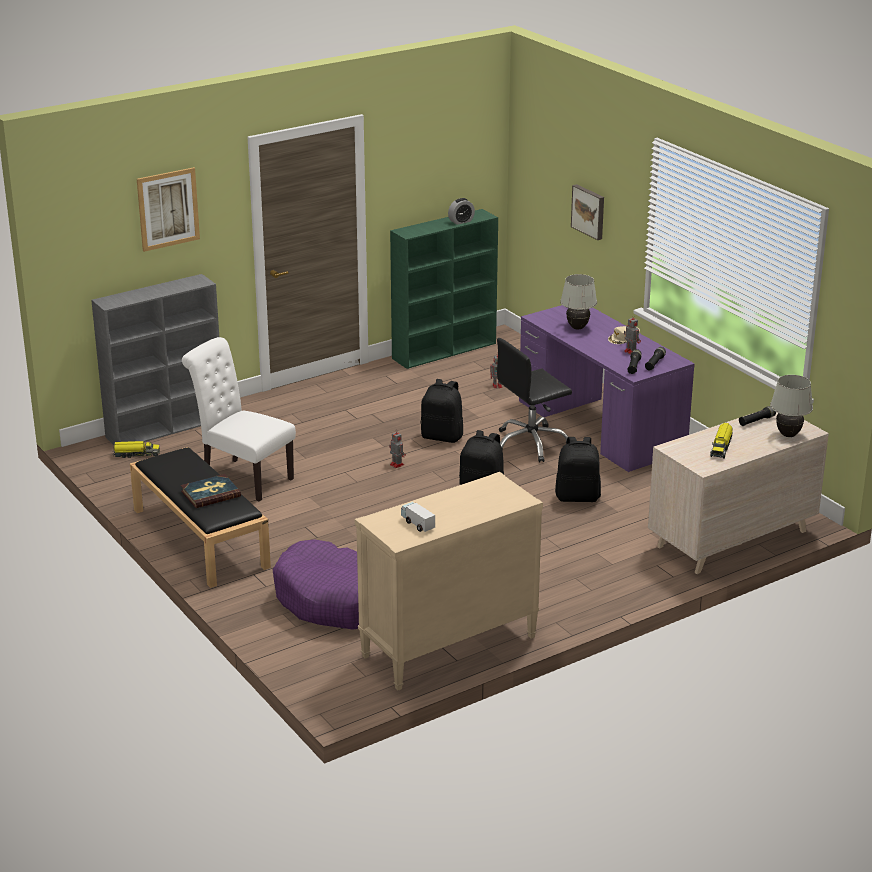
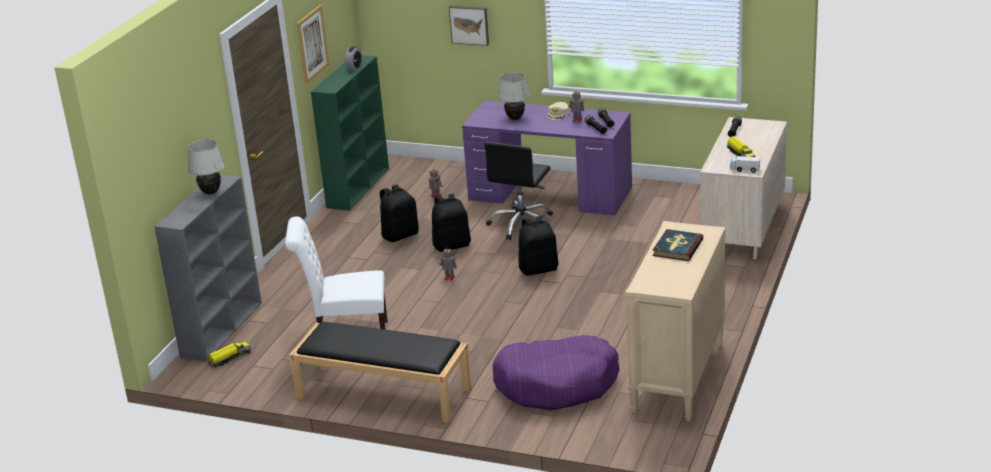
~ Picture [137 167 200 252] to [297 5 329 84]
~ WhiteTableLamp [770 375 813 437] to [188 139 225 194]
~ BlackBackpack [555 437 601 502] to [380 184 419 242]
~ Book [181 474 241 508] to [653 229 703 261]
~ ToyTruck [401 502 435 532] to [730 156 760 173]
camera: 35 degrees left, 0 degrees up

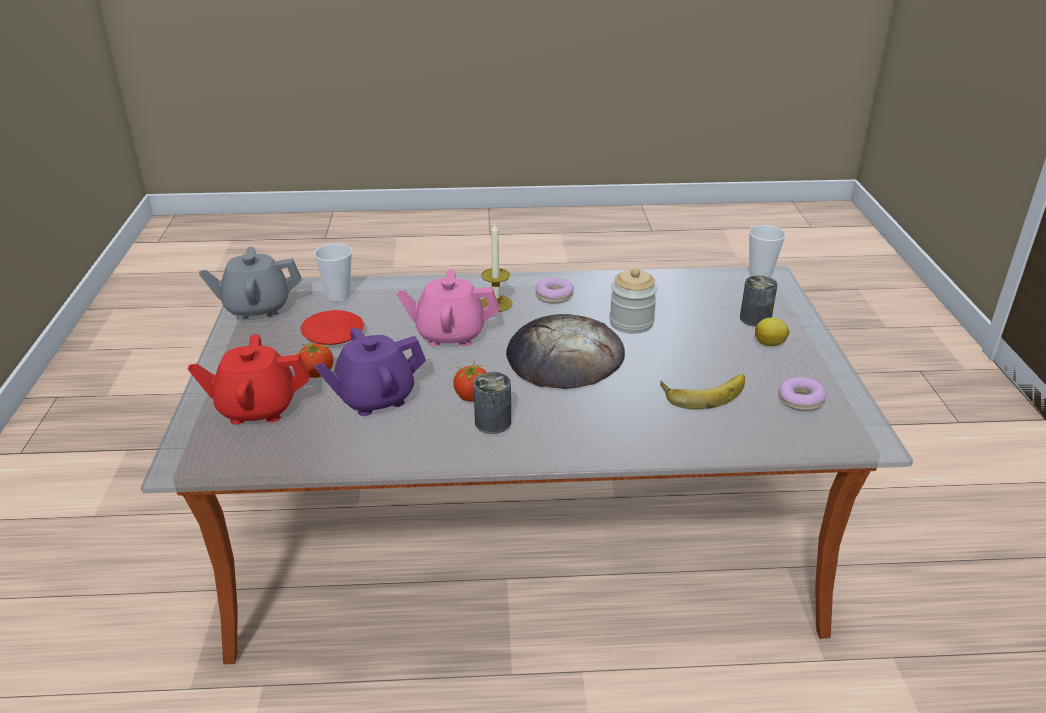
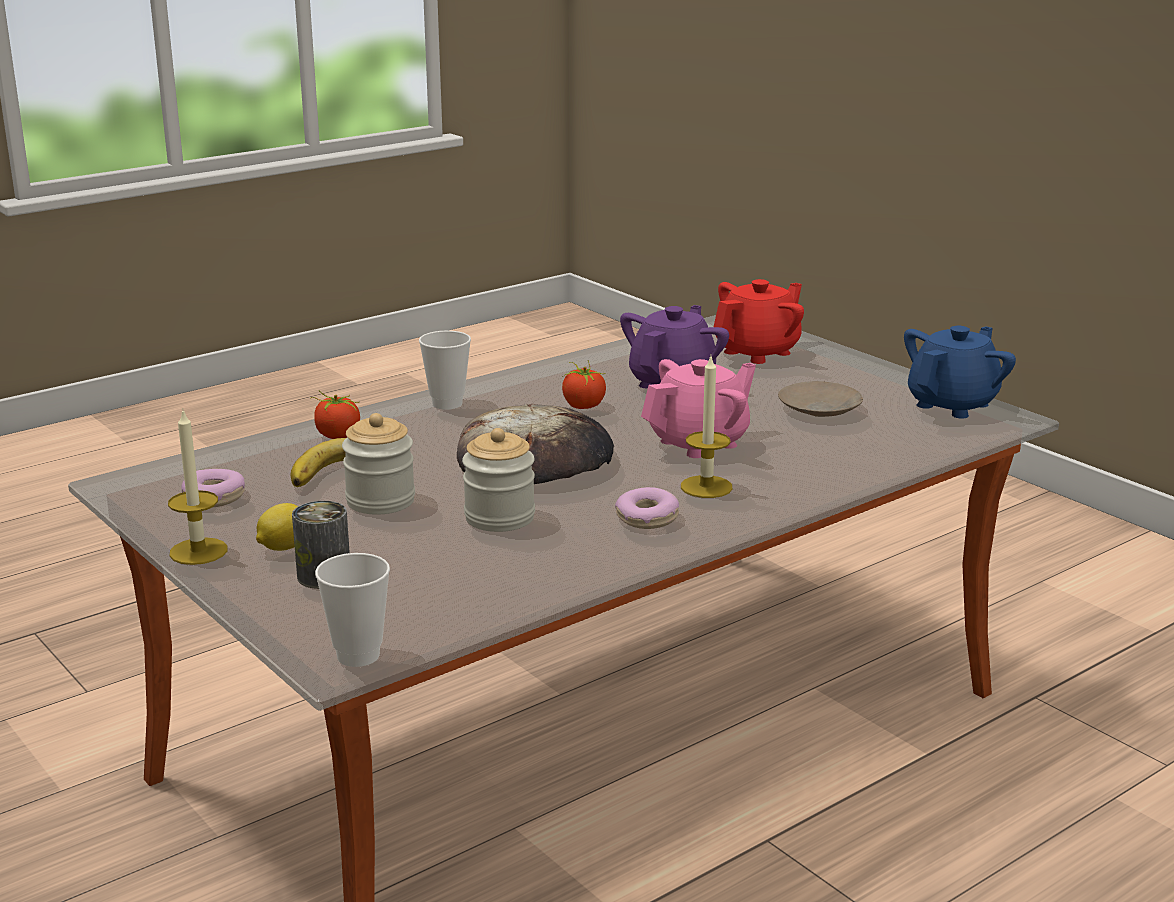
~ Cup [314 244 352 301] to [419 330 471 410]
~ GreyTeapot [199 247 301 321] to BlueTeapot [904 326 1016 419]
~ RedPlate [301 310 364 345] to BeigePlate [778 381 863 417]
~ Tomato [296 342 333 378] to [310 391 360 439]
- Can [473 372 511 434]
+ Candle [168 411 227 565]
+ Jar [342 413 415 515]
camera: 145 degrees right, 10 degrees down

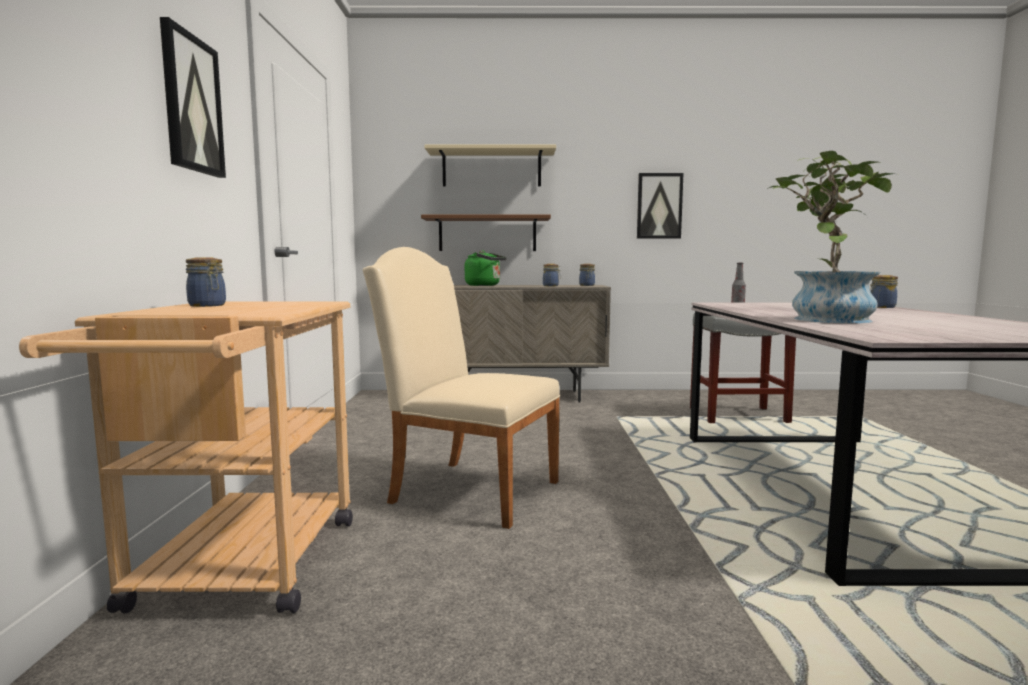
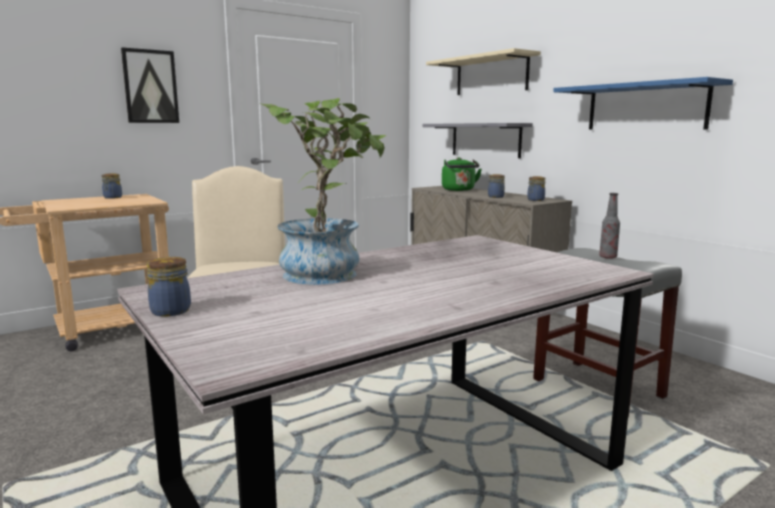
~ Picture [637 173 683 239] to BlueShelf [553 77 733 130]
~ BrownShelf [421 215 551 251] to GreyShelf [422 123 533 158]
~ Jar [870 275 898 308] to [147 257 191 317]
camera: 55 degrees right, 5 degrees up

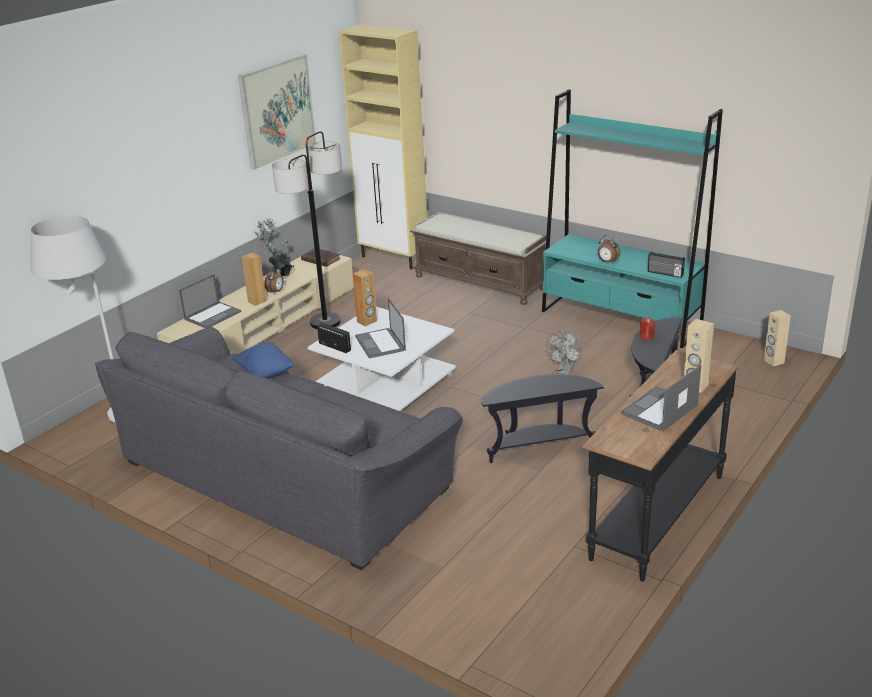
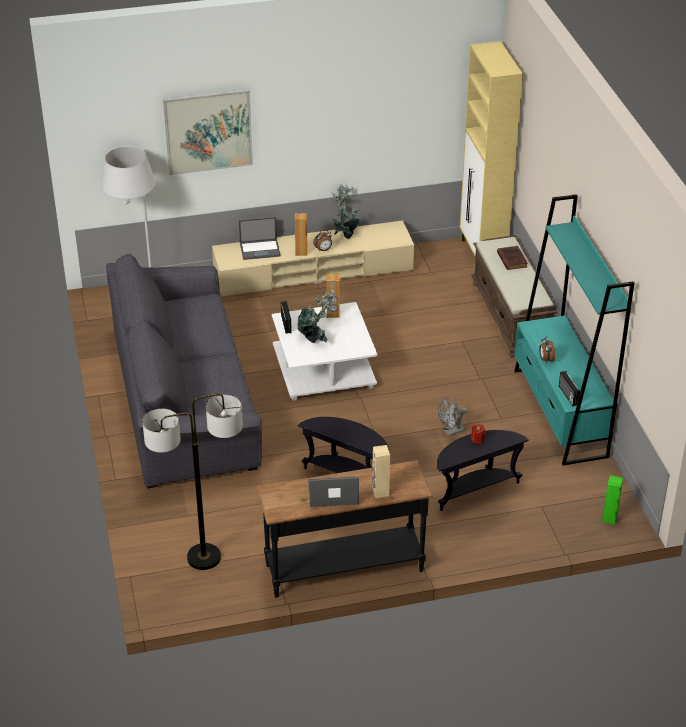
~ Picture [238 54 316 170] to [163 89 253 175]
~ FloorLamp [272 131 342 329] to [142 393 243 570]
~ BrownBook [301 248 340 267] to [497 246 528 270]
~ Laptop [355 298 406 358] to PottedPlant [297 292 336 343]
~ BeigeSpeaker [764 310 791 367] to GreenSpeaker [602 475 623 525]
- BluePillow [231 342 295 379]
camera: 40 degrees right, 10 degrees up

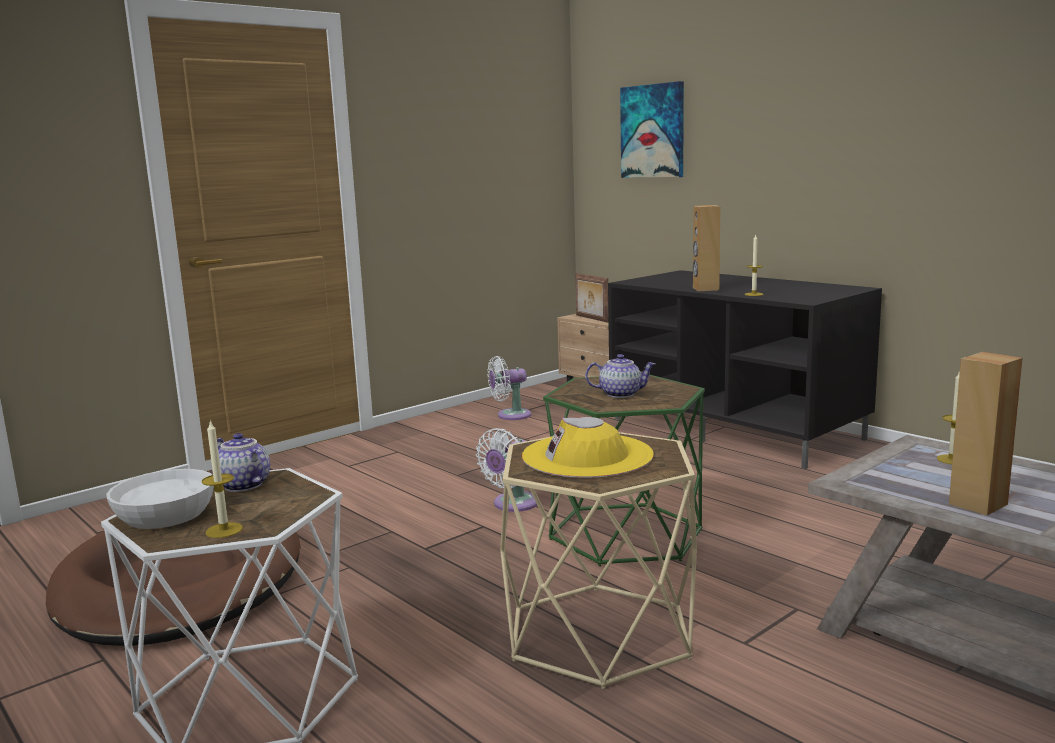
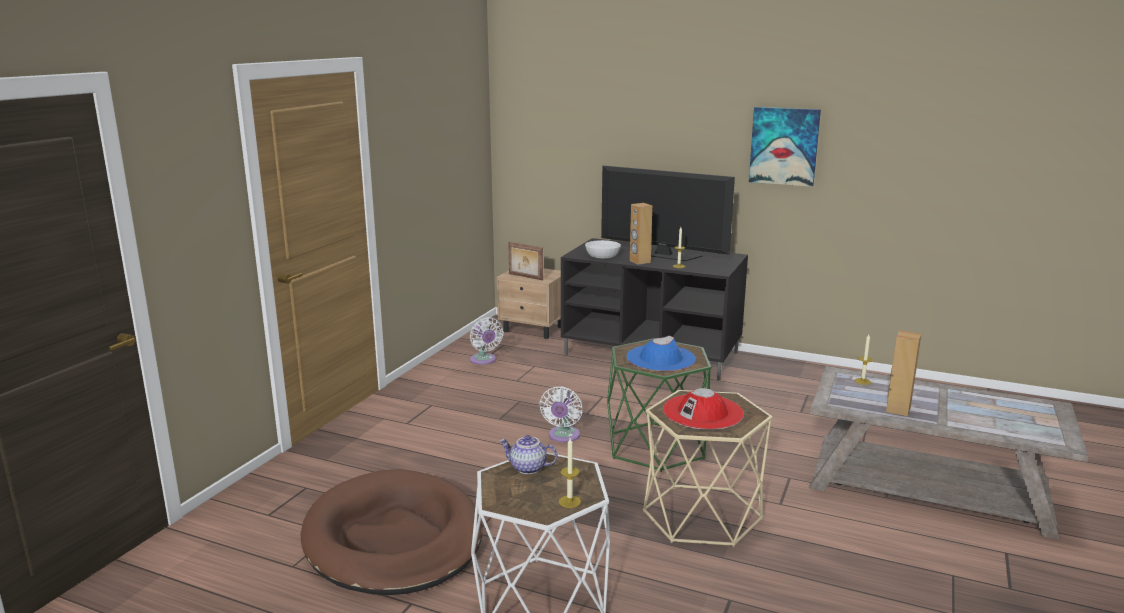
~ Picture [620 81 684 178] to [749 107 821 187]
~ Teapot [585 354 655 398] to BlueHat [626 336 696 371]
~ WhiteFan [487 356 531 420] = [470 317 504 365] 75 degrees counterclockwise
~ YellowHat [522 417 654 478] to RedHat [663 388 744 430]
~ WhiteBowl [106 469 214 529] to [585 240 621 258]
+ Television [601 166 735 261]
camera: 25 degrees left, 5 degrees up

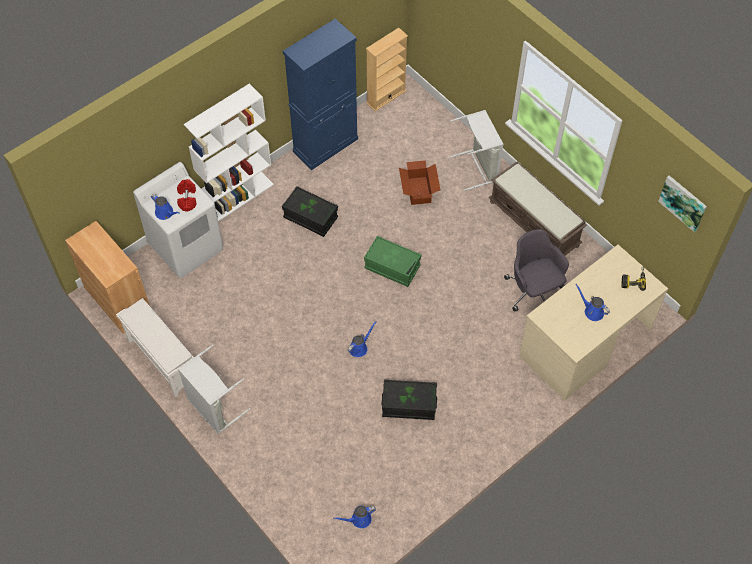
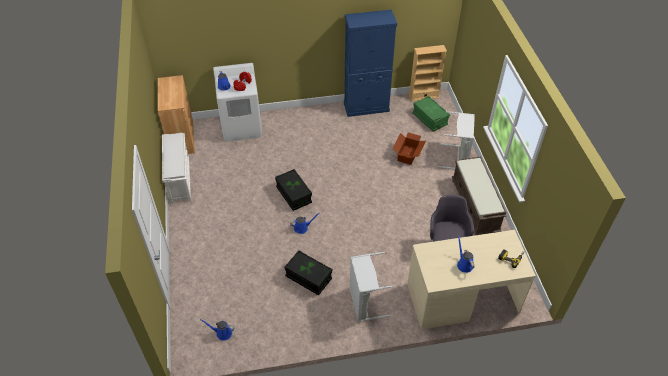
- WhiteBookcase [184 84 274 222]
- Picture [658 175 707 232]
~ BlackStorageBox [282 186 338 237] to [275 169 312 211]
~ GreenStorageBox [364 236 422 287] to [413 96 450 132]
~ GreyLaundryBasket [178 345 251 434] to [350 252 395 322]
camera: 30 degrees right, 10 degrees down

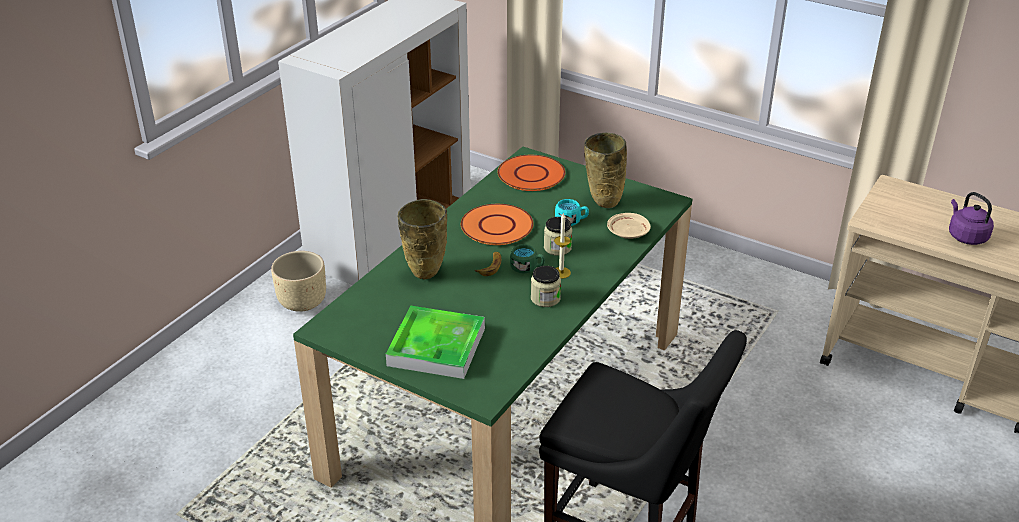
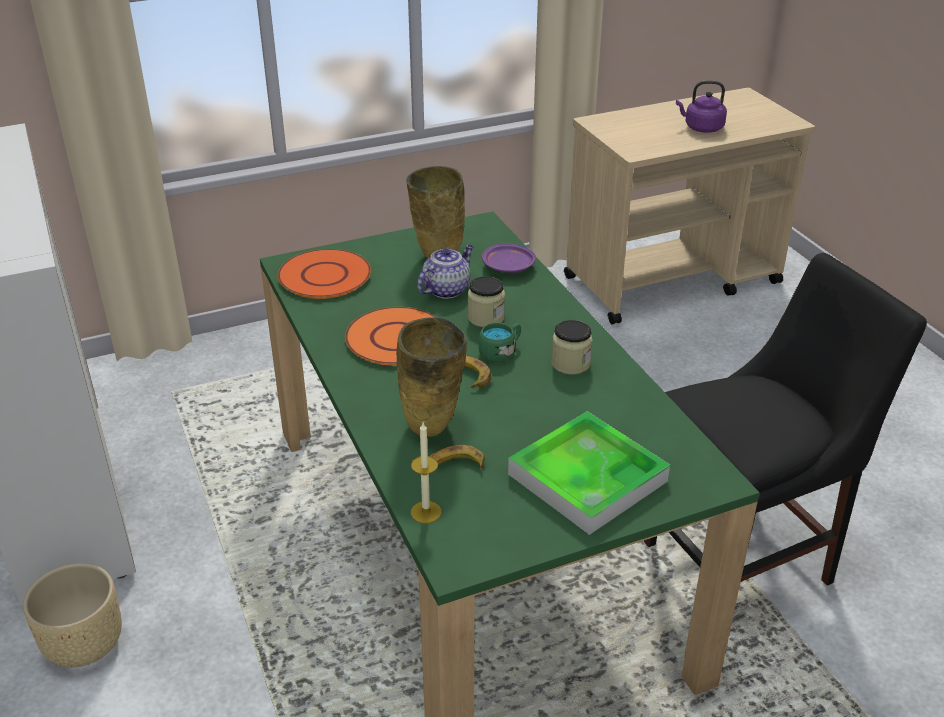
~ TurquoiseMug [555 199 589 226] to Teapot [417 245 474 299]
~ Candle [554 213 571 279] to [411 423 441 523]
~ BeigePlate [607 213 651 239] to PurplePlate [482 243 536 273]
+ Banana [430 445 485 470]
camera: 55 degrees left, 0 degrees up

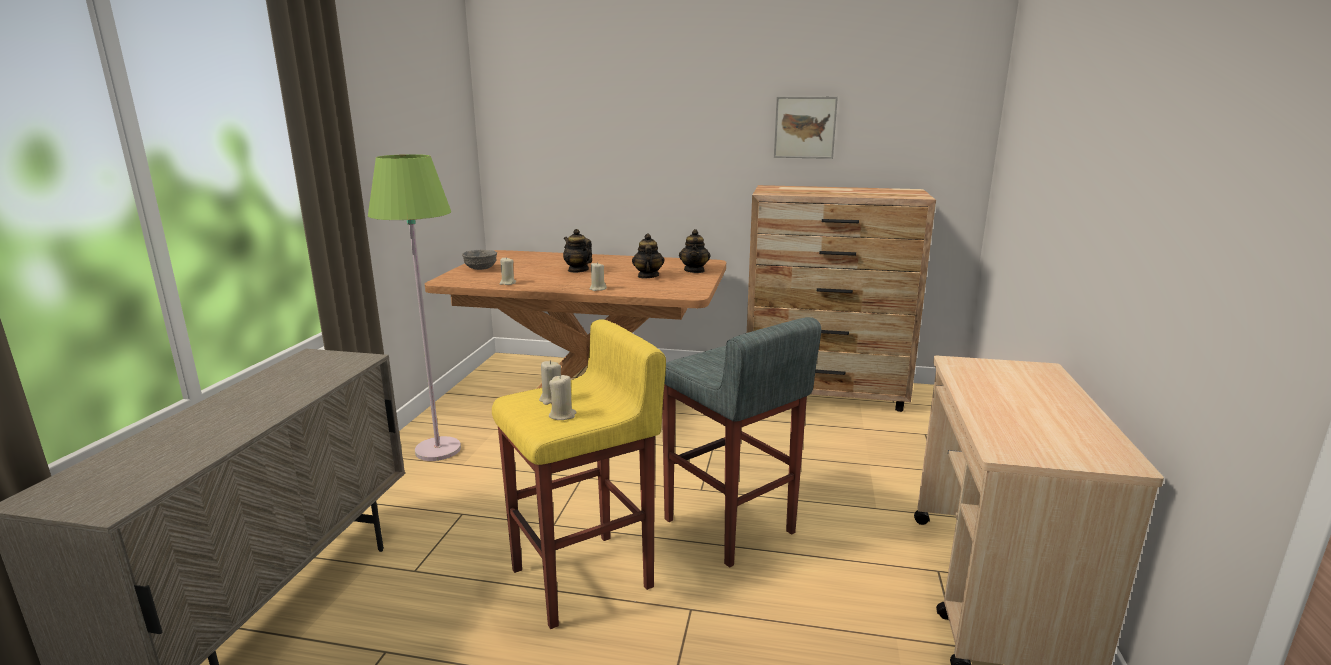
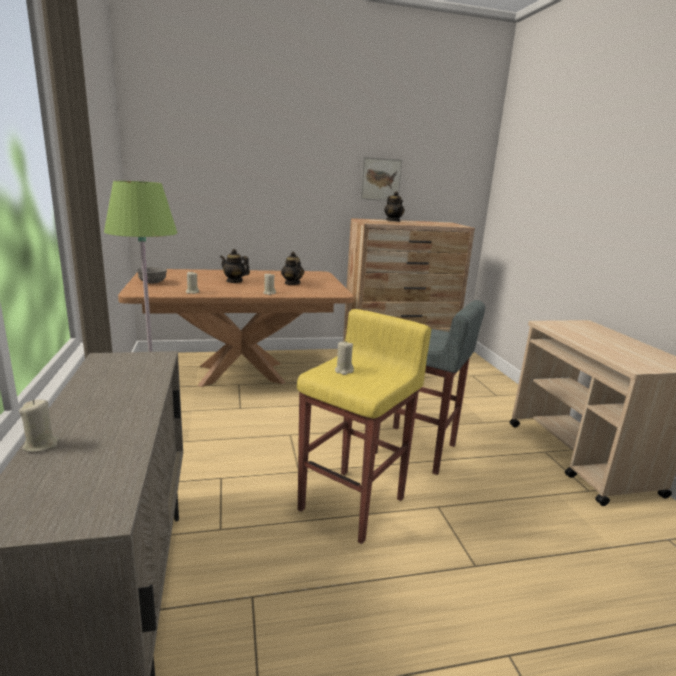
~ Teapot [679 229 710 273] to [384 191 405 222]
~ BeigeCandle [549 375 577 420] to [19 399 59 452]
camera: 25 degrees left, 0 degrees up

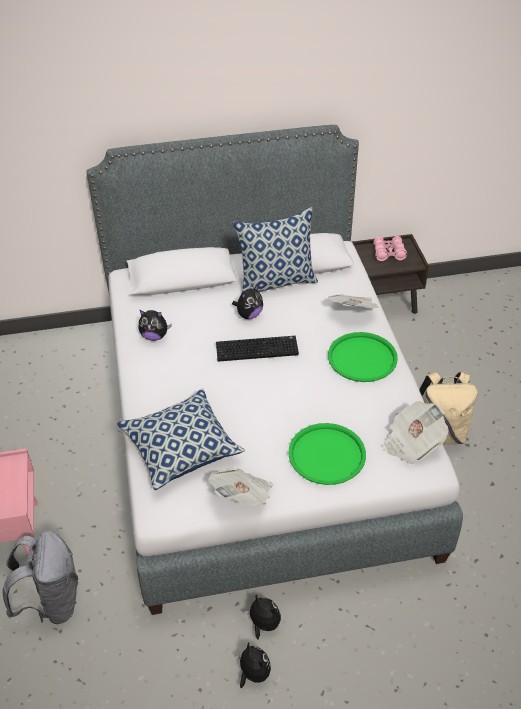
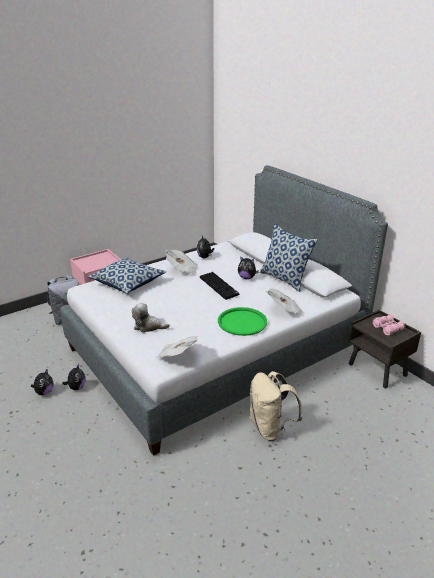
~ GreenTray [288 423 366 485] to PlushToy [132 303 170 333]
~ Newspaper [208 469 273 506] to [165 250 197 275]
camera: 65 degrees right, 15 degrees down

